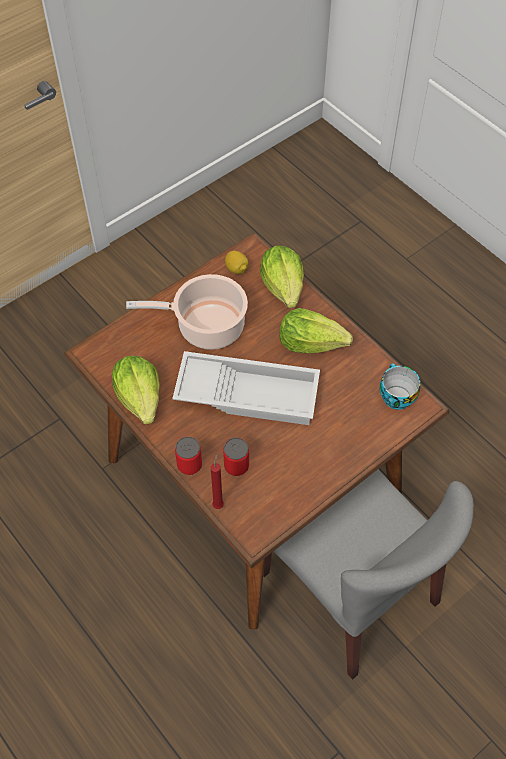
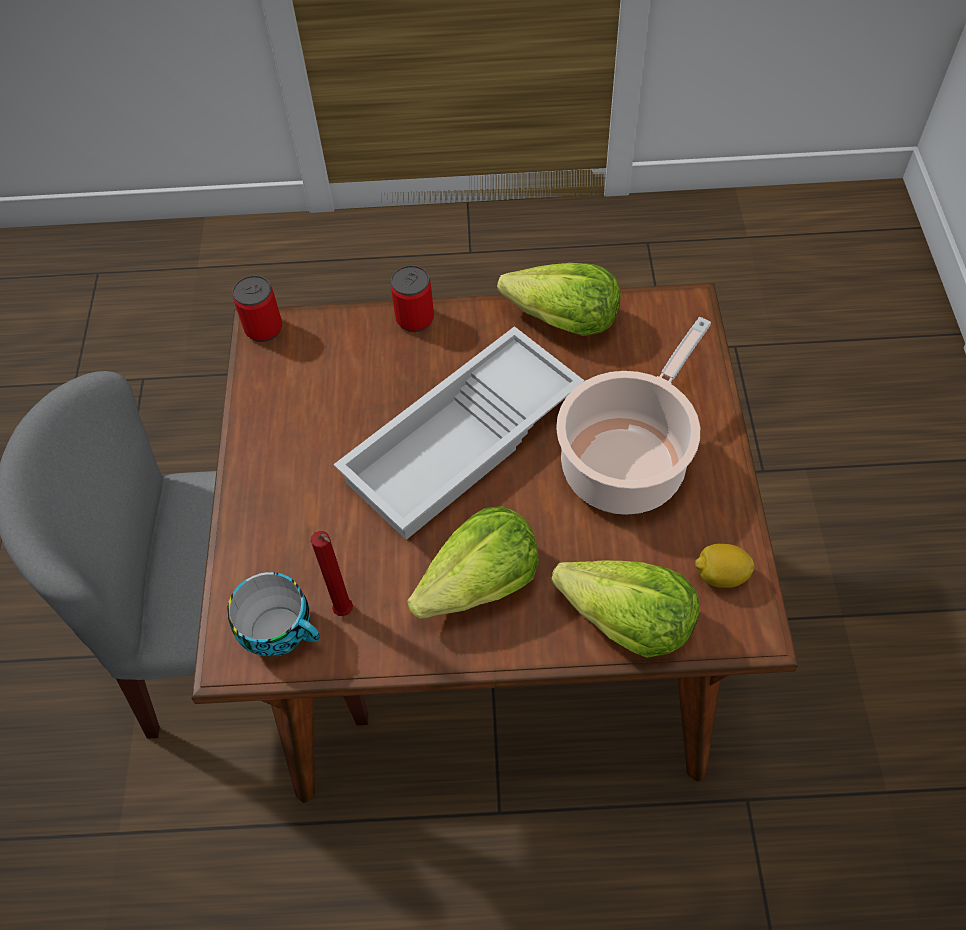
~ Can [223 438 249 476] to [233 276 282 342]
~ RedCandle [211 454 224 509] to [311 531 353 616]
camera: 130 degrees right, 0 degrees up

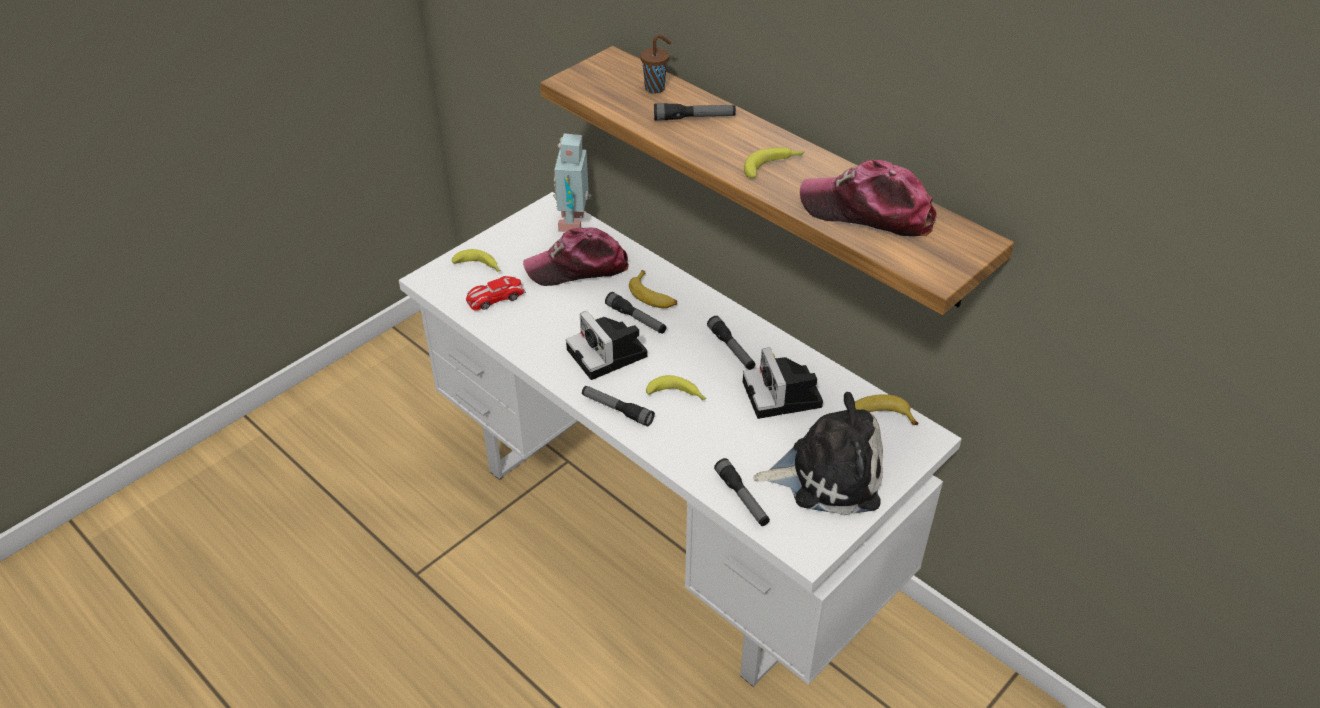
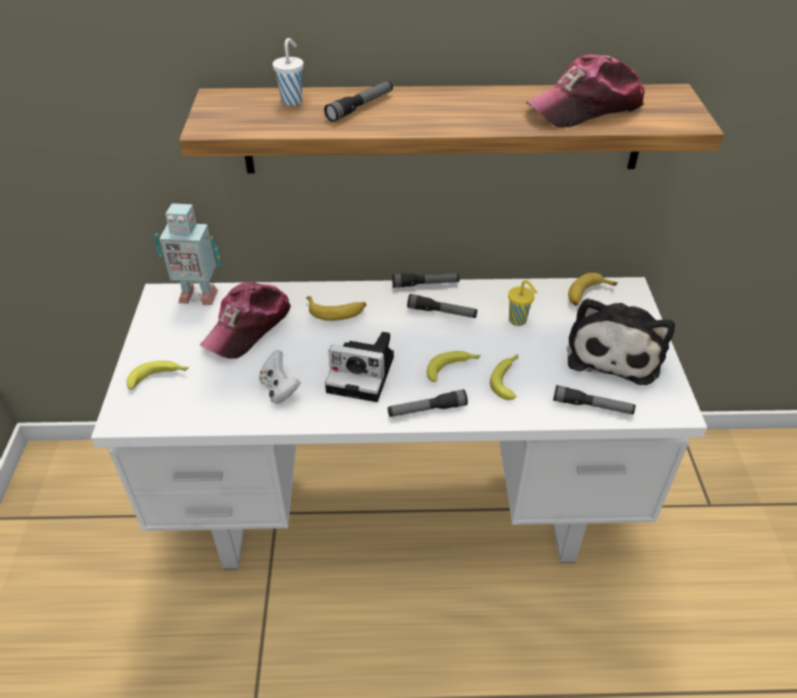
~ BrownCup [640 35 671 93] to WhiteCup [273 38 304 106]
~ ToyRobot [553 133 592 232] = [154 203 221 305] 45 degrees counterclockwise
~ Banana [744 147 804 179] to [490 354 518 400]
- ToyCar [466 276 526 311]
~ Flashlight [605 292 667 334] to [392 273 459 288]
~ PhotoCamera [743 347 823 419] to YellowCup [508 280 537 326]
~ PlushToy [753 392 883 516] = [567 298 675 385] 150 degrees clockwise
+ WhiteGameController [259 350 300 404]
camera: 45 degrees left, 0 degrees up

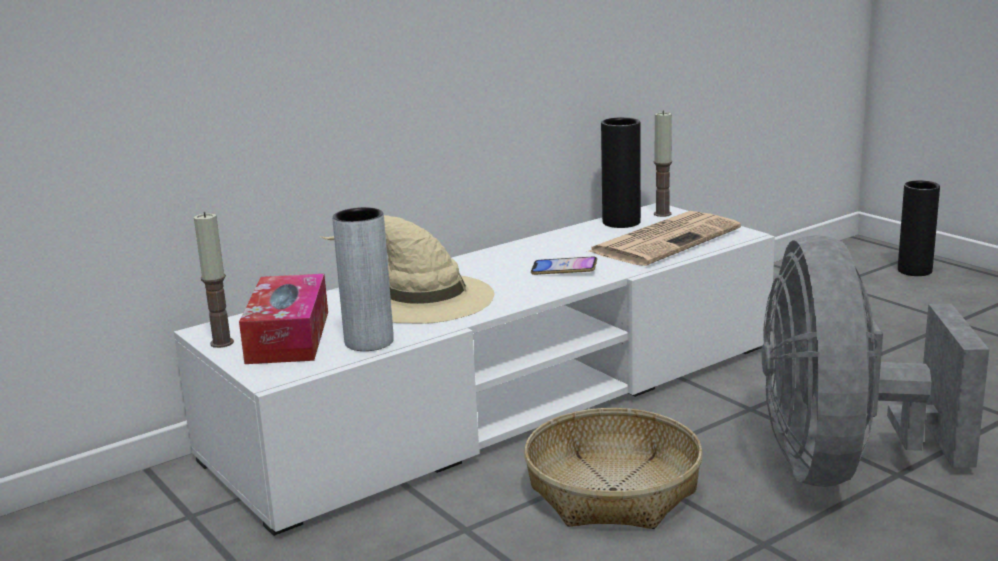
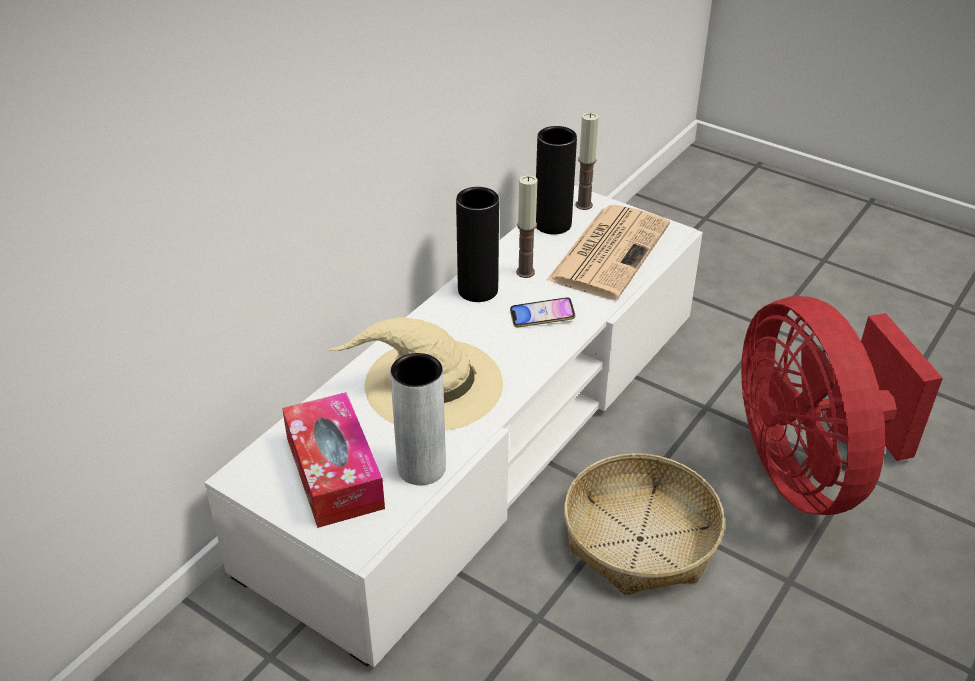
~ BlackVase [898 180 940 276] to [456 187 499 302]
~ Candle [194 212 234 348] to [516 175 538 278]
~ GreyFan [762 235 989 487] to RedFan [741 296 943 515]
camera: 20 degrees left, 20 degrees up

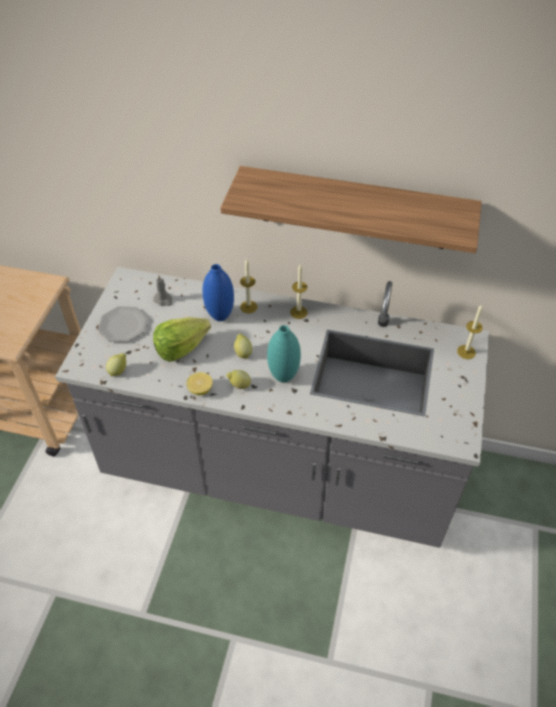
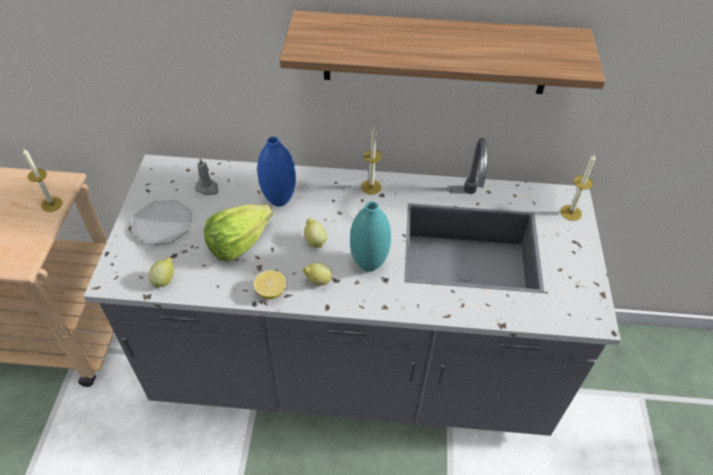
~ Candle [240 259 258 313] to [23 148 63 212]
camera: 10 degrees left, 0 degrees up

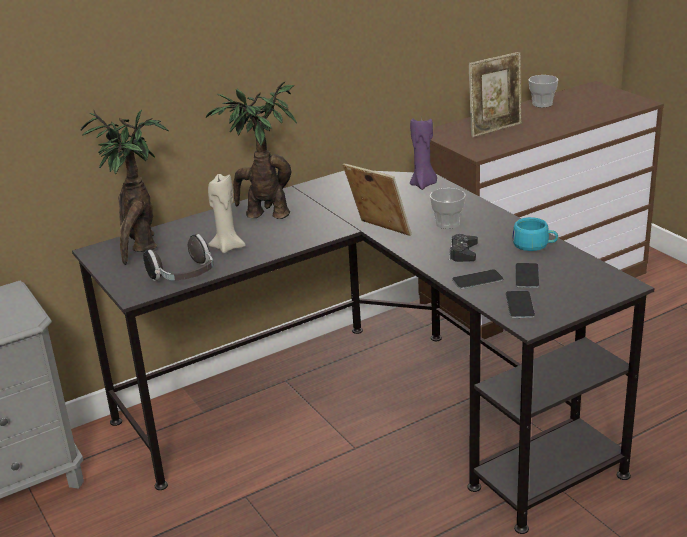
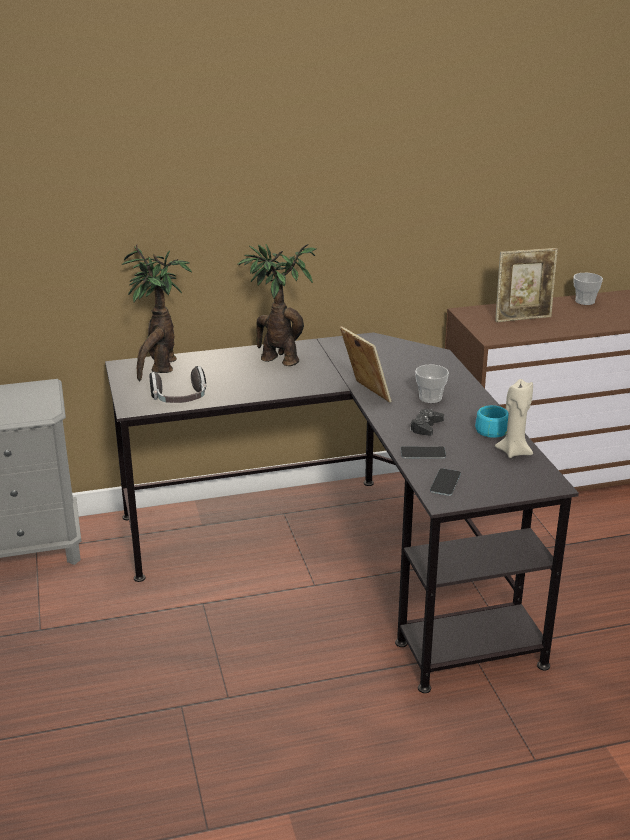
- PurpleCandle [410 117 437 190]
~ BeigeCandle [208 174 246 254] to [495 379 533 458]
- Phone [515 263 539 288]
camera: 15 degrees right, 0 degrees up

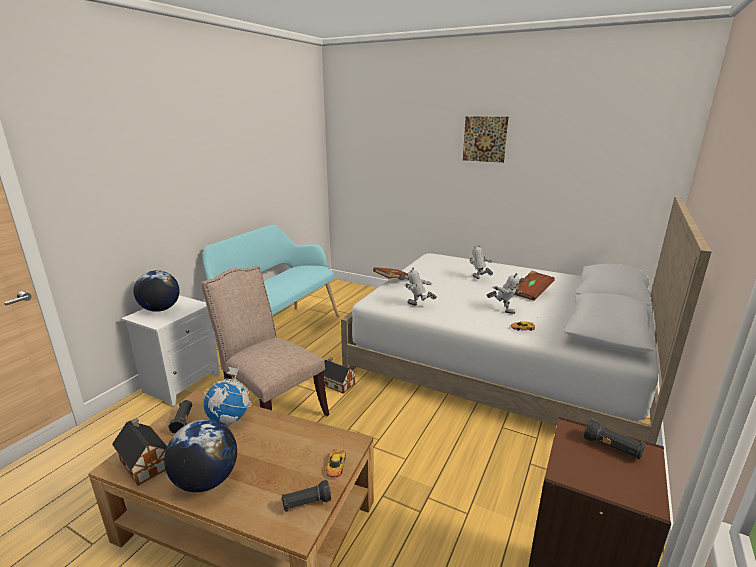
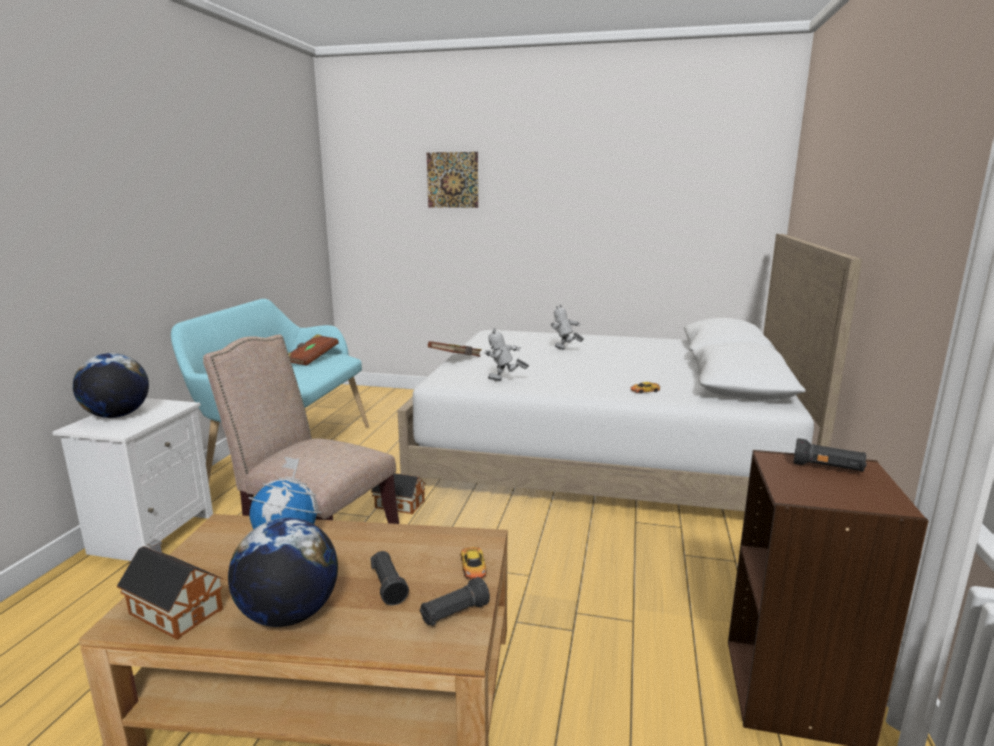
~ Picture [463 116 509 163] to [427 152 478 208]
~ BrownBook [514 271 555 301] to [288 334 339 366]
- ToyRobot [486 273 522 314]
~ BlackFlashlight [168 400 192 434] to [371 551 409 605]
camera: 15 degrees left, 5 degrees down

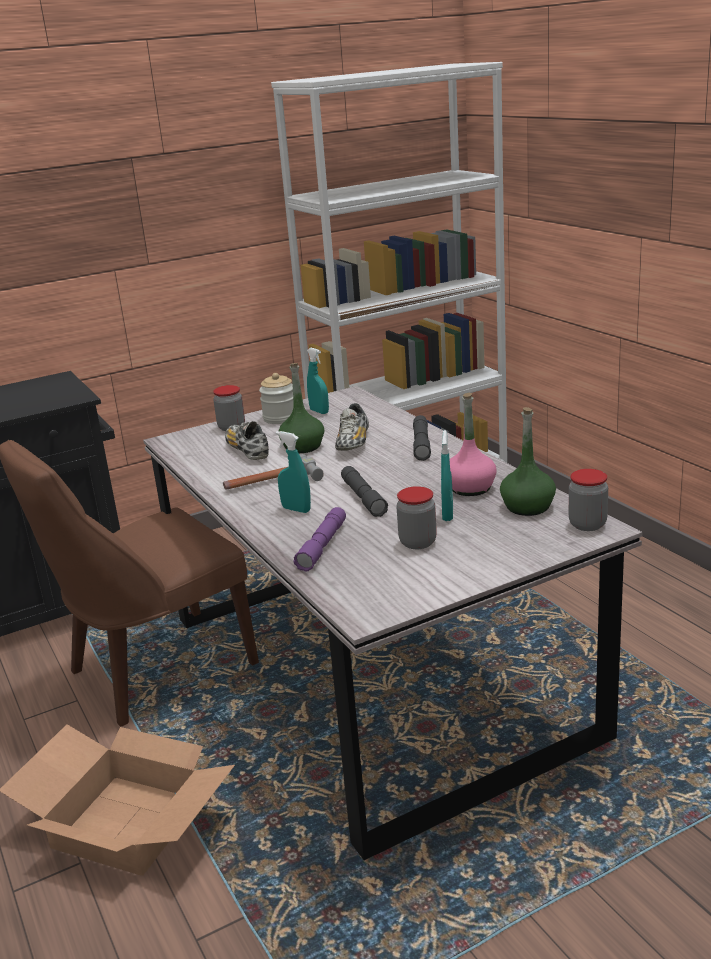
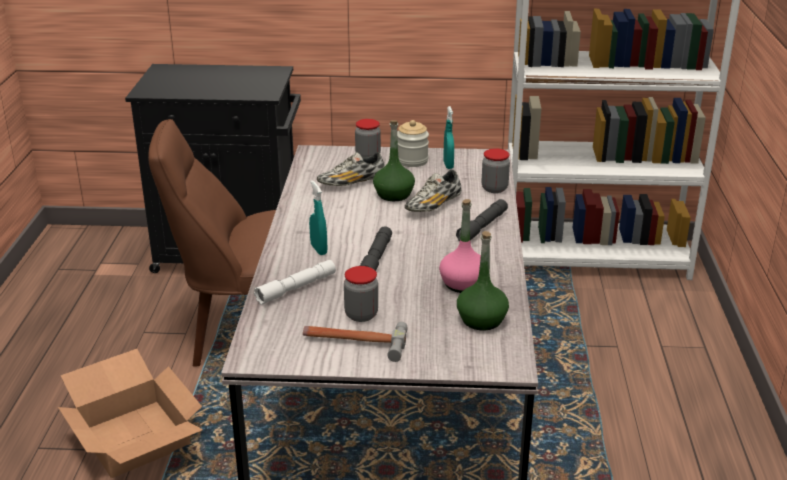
~ Shoe [225 421 269 460] = [317 152 385 186] 120 degrees counterclockwise
- TurquoiseSprayBottle [441 430 453 521]
~ Hammer [223 454 324 490] to [303 322 407 362]
~ Jar [569 469 608 531] to [481 148 510 193]
~ PurpleFlashlight [293 507 346 572] to WhiteFlashlight [254 260 336 305]
camera: 30 degrees right, 5 degrees up

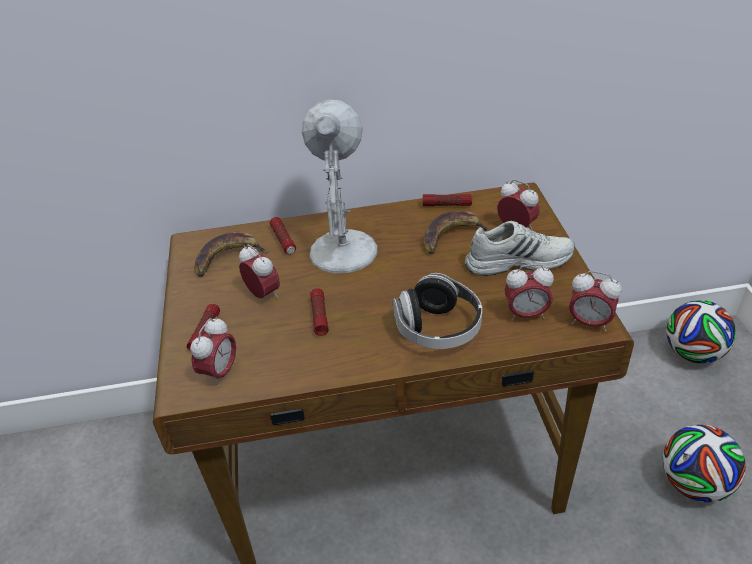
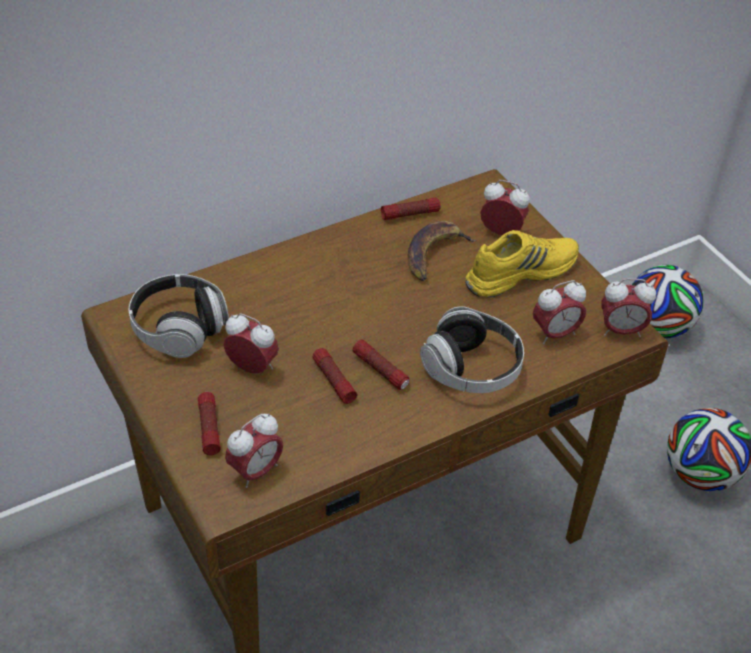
- WhiteTableLamp [302 99 378 273]
~ Flashlight [270 217 296 254] to [353 339 409 390]
~ WhiteShoe [465 221 575 276] to YellowShoe [465 230 579 298]
~ Banana [194 232 269 277] to Headphones [129 274 229 358]
~ AlarmClock [190 316 236 387] = [225 413 283 488] 45 degrees clockwise
camera: 25 degrees left, 5 degrees up

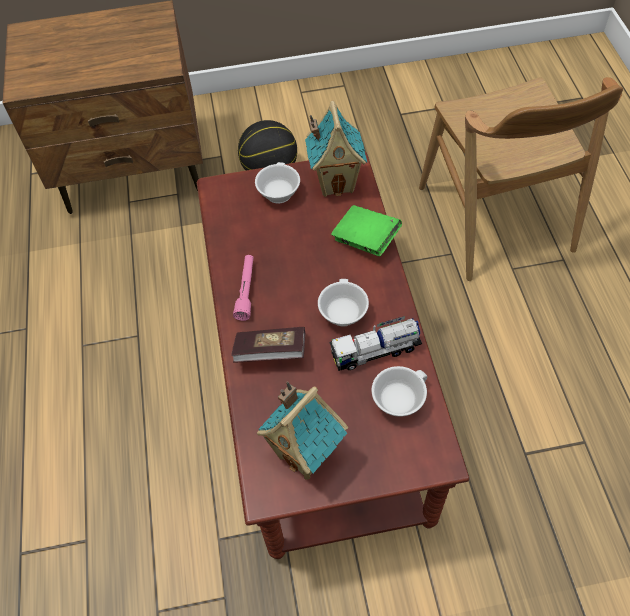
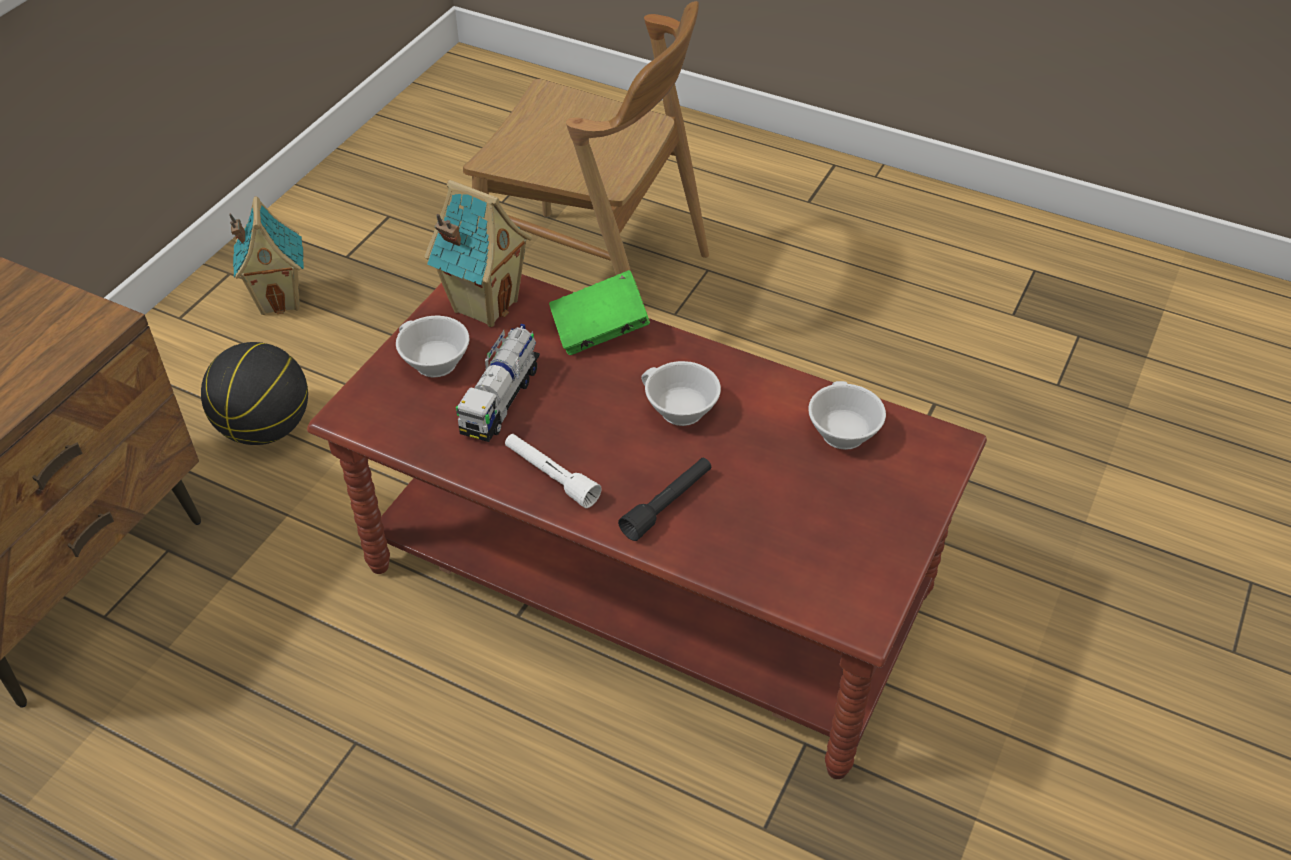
~ PinkFlashlight [233 255 254 321] to WhiteFlashlight [505 434 602 508]
~ ToyTruck [329 316 422 371] to [456 324 540 442]
~ Book [231 327 306 363] to BlackFlashlight [618 458 711 541]
~ ToyHouse [257 381 348 480] to [229 196 304 315]
camera: 55 degrees left, 10 degrees down

